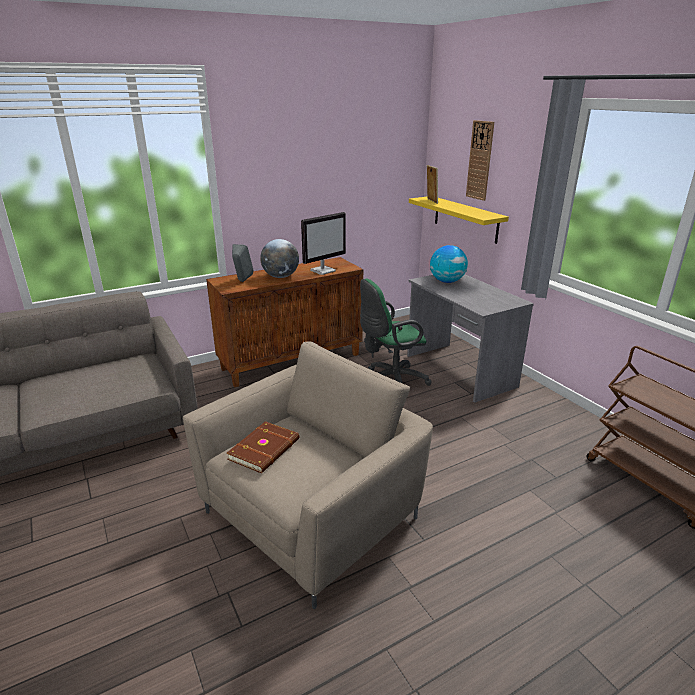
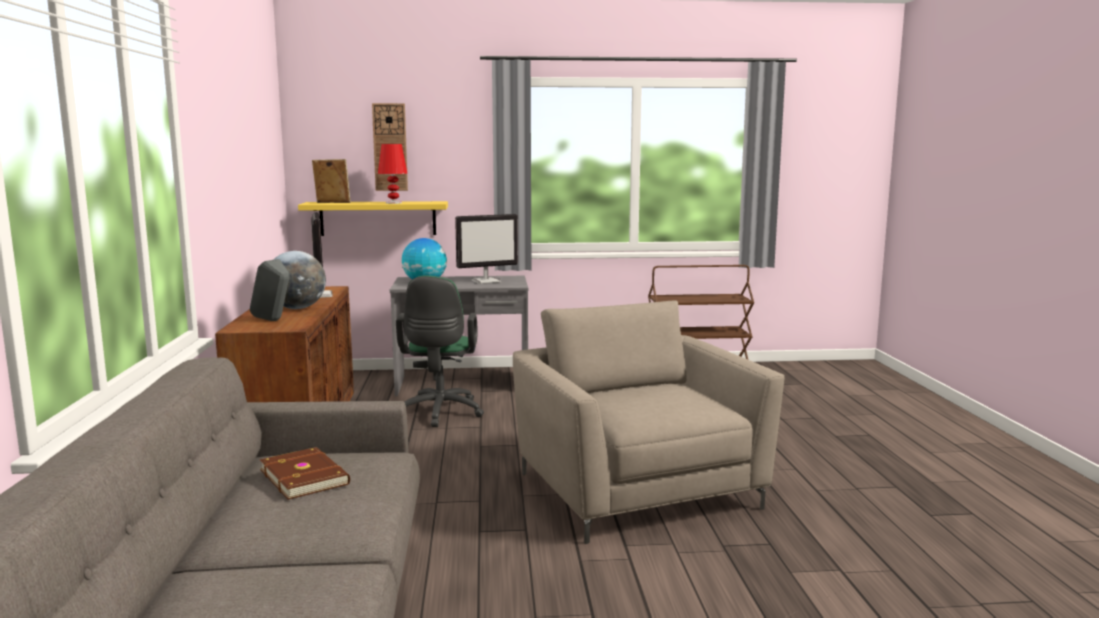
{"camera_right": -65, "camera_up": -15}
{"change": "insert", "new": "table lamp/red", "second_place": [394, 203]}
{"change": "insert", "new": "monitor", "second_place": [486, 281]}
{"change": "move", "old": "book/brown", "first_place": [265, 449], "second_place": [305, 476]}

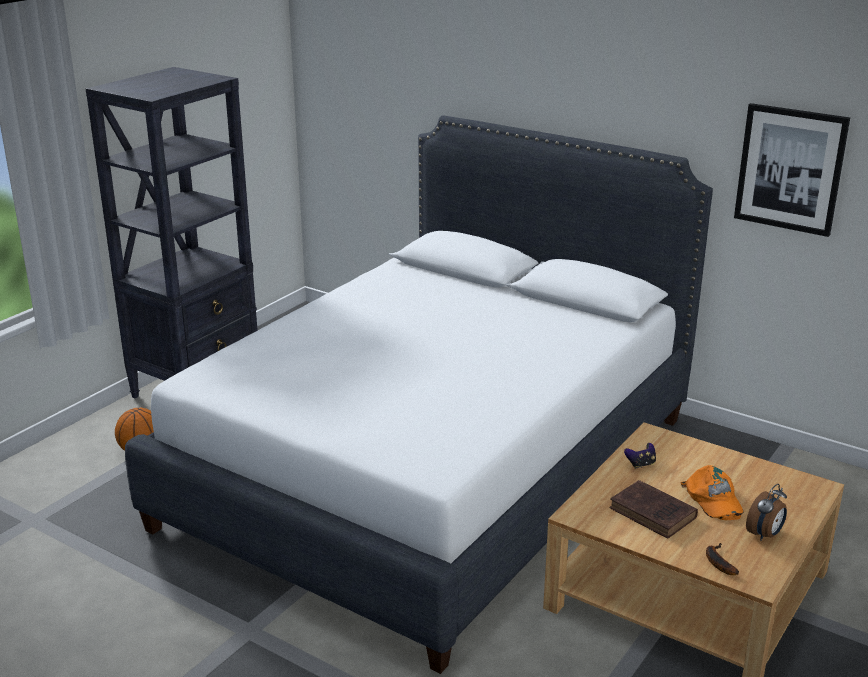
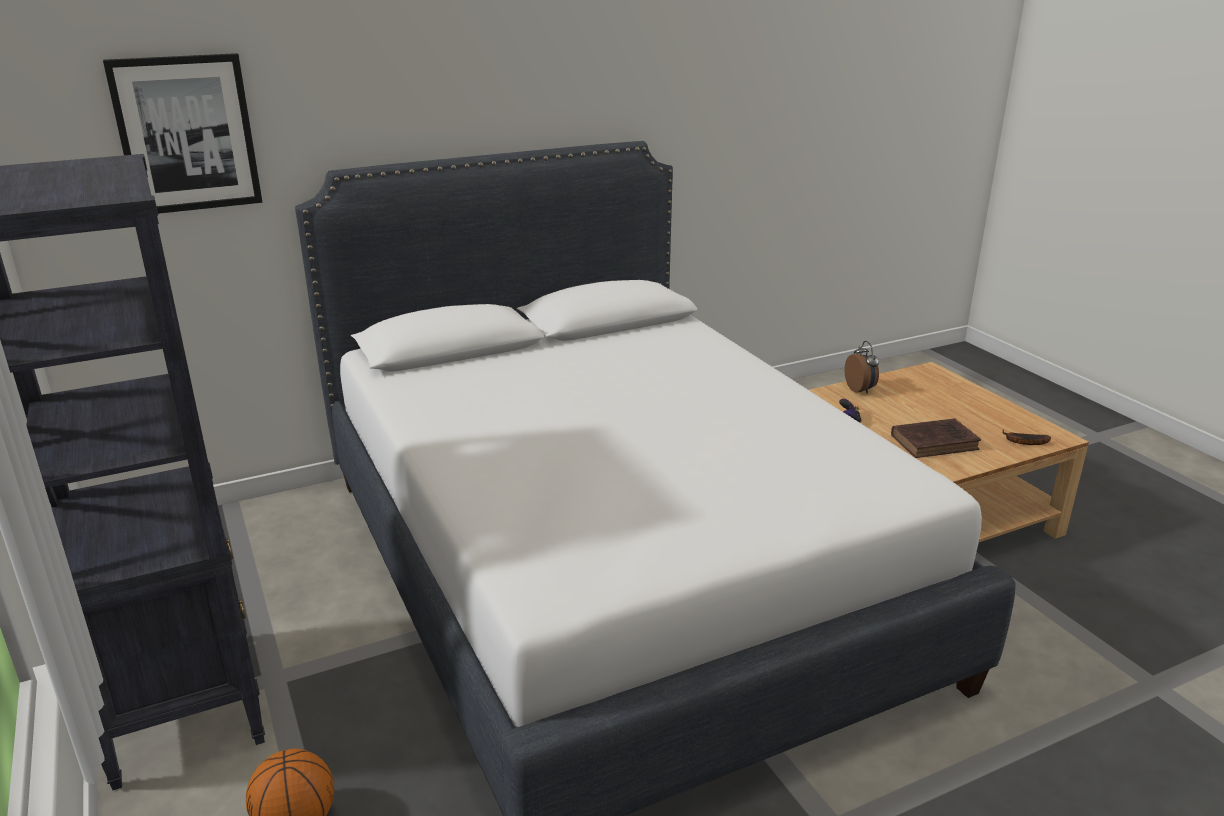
{"camera_right": -60, "camera_up": 0}
{"change": "delete", "old": "cap/orange", "first_place": [713, 499]}
{"change": "move", "old": "picture", "first_place": [790, 169], "second_place": [186, 134]}
{"change": "move", "old": "alarm clock", "first_place": [765, 535], "second_place": [860, 389]}

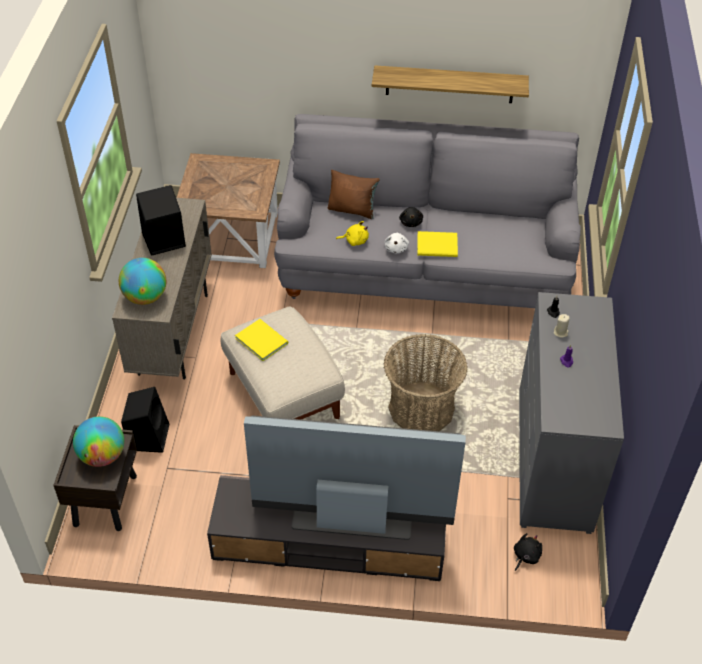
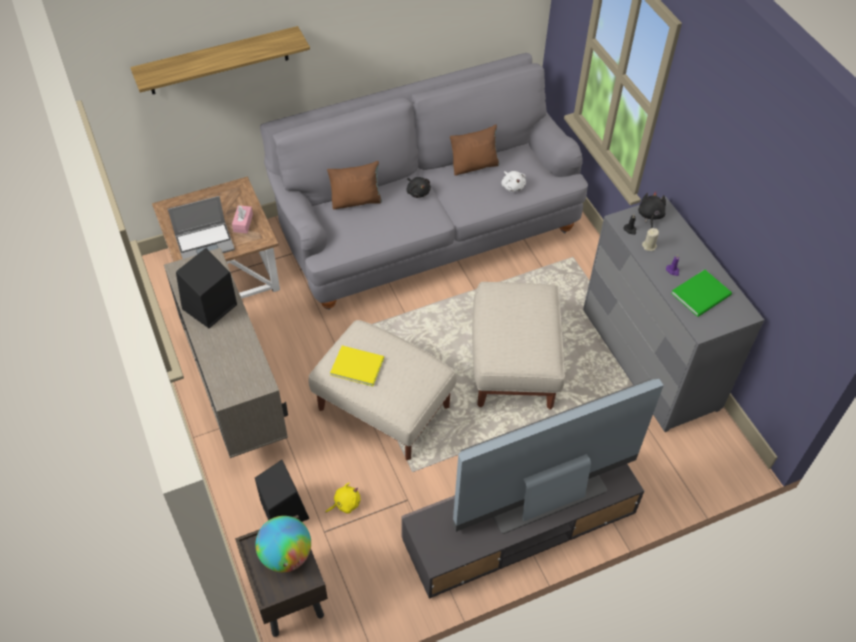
{"camera_right": -30, "camera_up": 5}
{"change": "delete", "old": "globe", "first_place": [145, 297]}
{"change": "delete", "old": "book/yellow", "first_place": [438, 246]}
{"change": "insert", "new": "laptop", "second_place": [205, 243]}
{"change": "insert", "new": "tissue box/pink", "second_place": [243, 223]}
{"change": "insert", "new": "pillow/brown", "second_place": [474, 166]}
{"change": "insert", "new": "book/green", "second_place": [703, 294]}
{"change": "move", "old": "plush toy/yellow", "first_place": [355, 240], "second_place": [345, 503]}
{"change": "move", "old": "shelf", "first_place": [449, 84], "second_place": [218, 61]}
{"change": "move", "old": "plush toy/white", "first_place": [396, 248], "second_place": [512, 186]}
{"change": "move", "old": "plush toy/black", "first_place": [525, 556], "second_place": [650, 216]}
{"change": "replace", "old": "basket", "new": "ottoman/beige", "first_place": [421, 409], "second_place": [513, 364]}

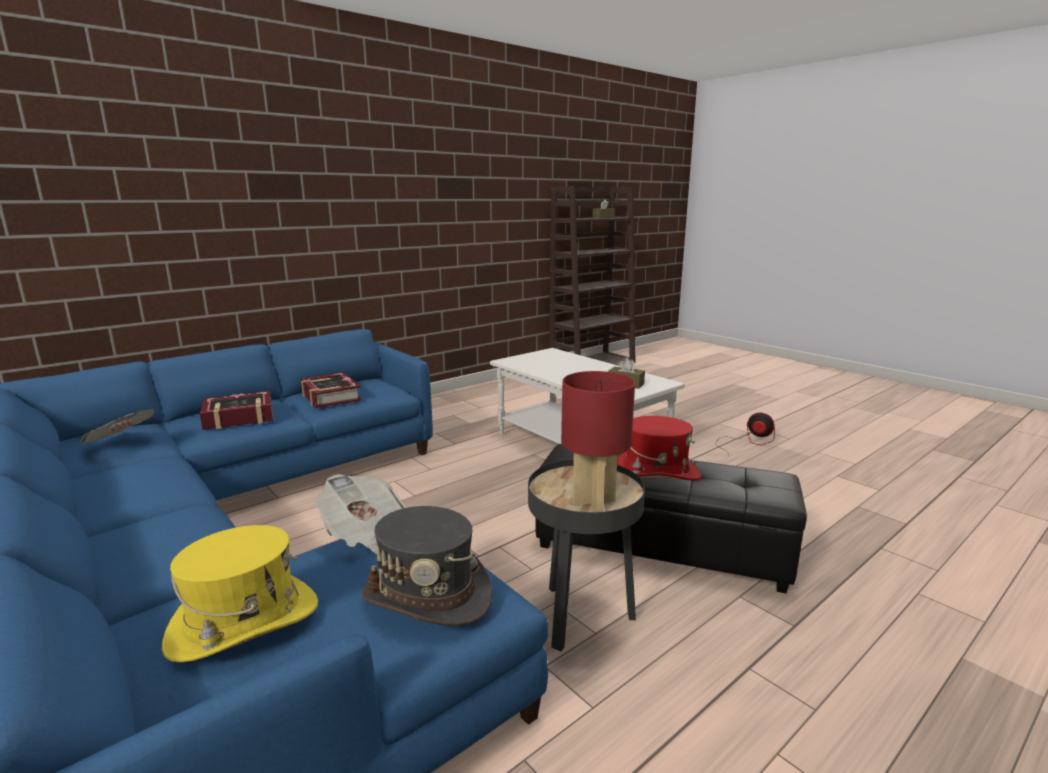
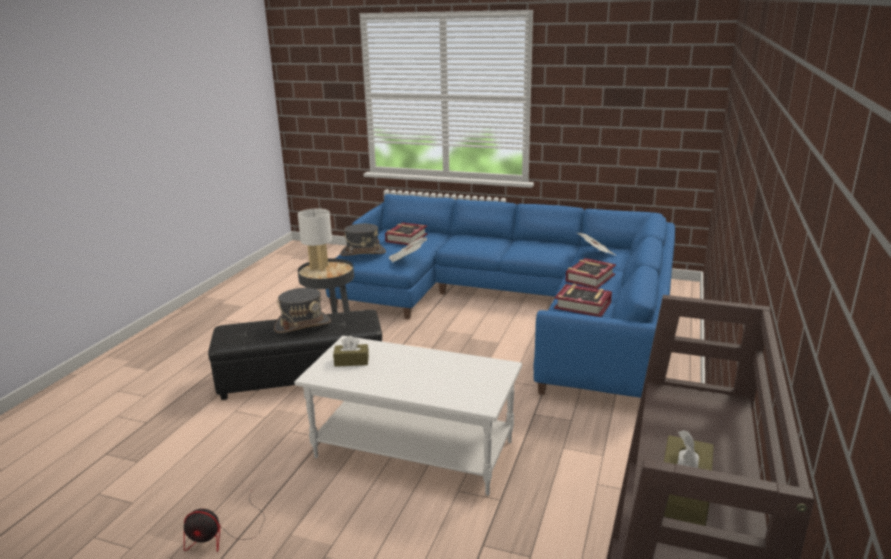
{"camera_right": 150, "camera_up": 5}
{"change": "replace", "old": "hat/yellow", "new": "book", "first_place": [244, 623], "second_place": [406, 238]}
{"change": "recolor", "old": "table lamp/red", "new": "table lamp/white", "first_place": [594, 502], "second_place": [318, 267]}
{"change": "recolor", "old": "hat/red", "new": "hat/grey", "first_place": [655, 473], "second_place": [302, 325]}

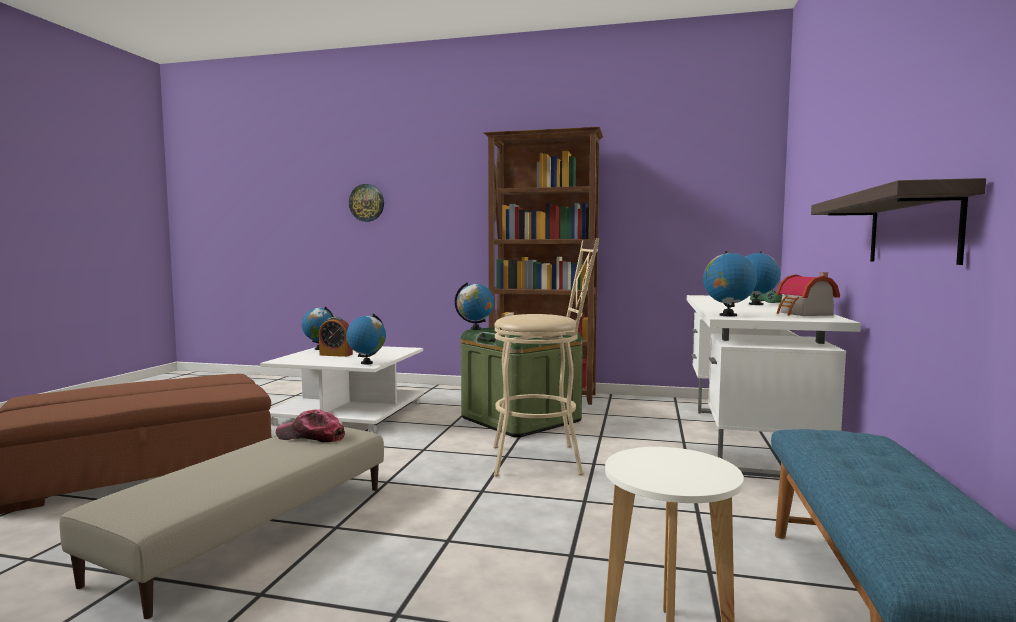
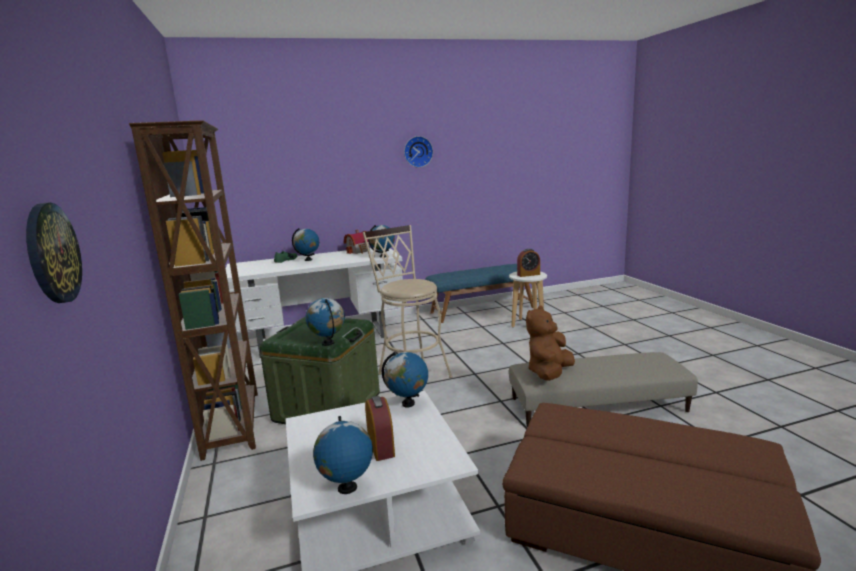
{"camera_right": -120, "camera_up": 10}
{"change": "delete", "old": "shelf", "first_place": [912, 228]}
{"change": "insert", "new": "wall clock", "second_place": [418, 151]}
{"change": "insert", "new": "alarm clock", "second_place": [528, 274]}
{"change": "replace", "old": "cap", "new": "plush toy/brown", "first_place": [311, 437], "second_place": [549, 373]}

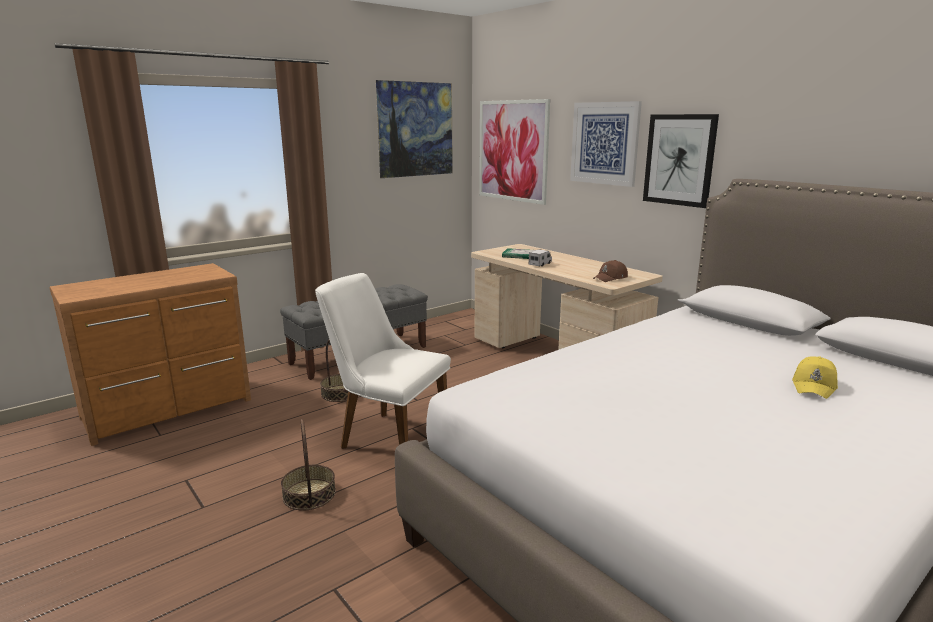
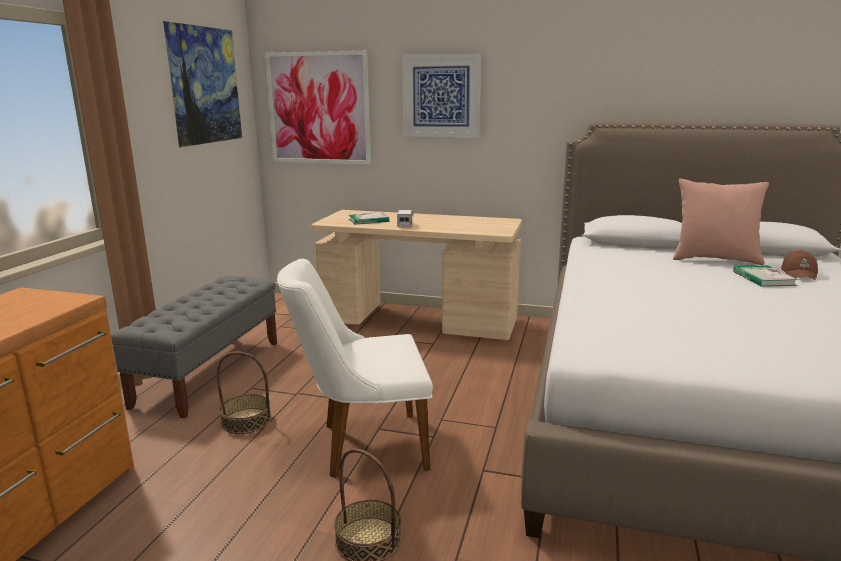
{"camera_right": -35, "camera_up": 0}
{"change": "delete", "old": "picture", "first_place": [679, 160]}
{"change": "insert", "new": "pillow/pink", "second_place": [714, 259]}
{"change": "move", "old": "cap/brown", "first_place": [611, 278], "second_place": [799, 273]}
{"change": "replace", "old": "cap/yellow", "new": "book", "first_place": [814, 386], "second_place": [763, 278]}

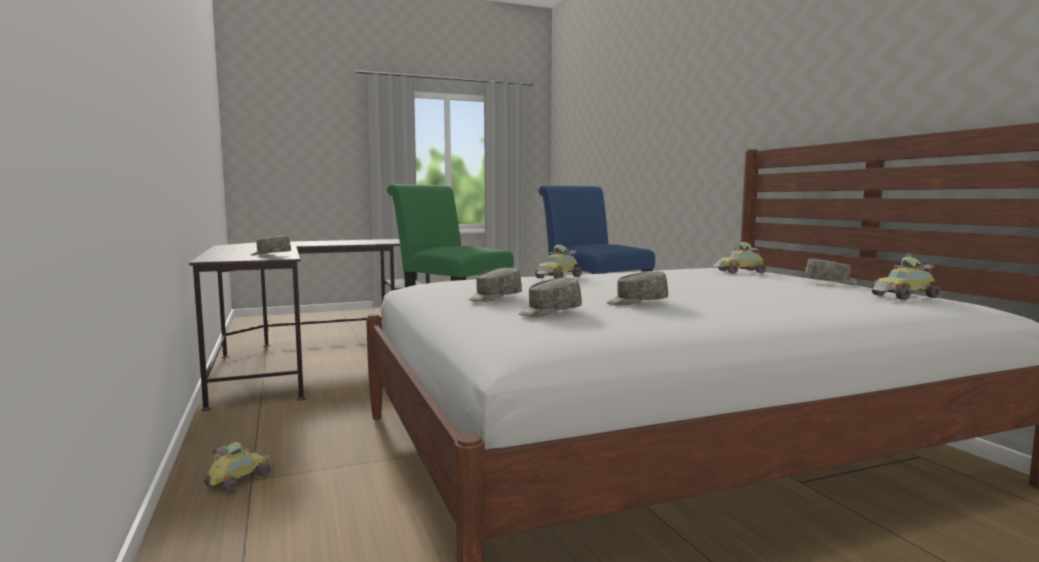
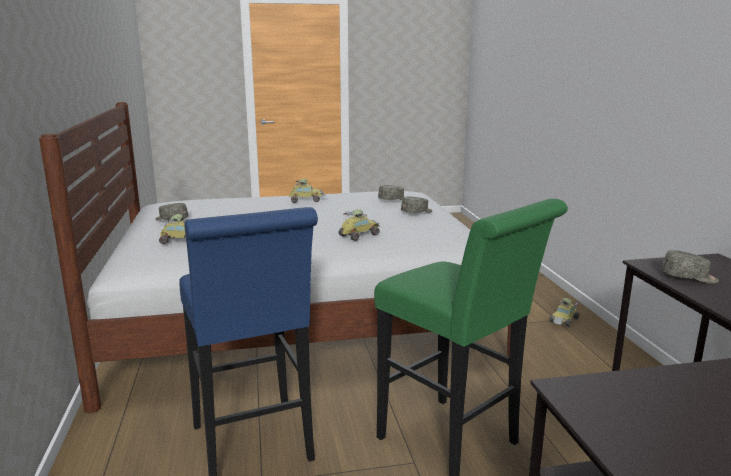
{"camera_right": -170, "camera_up": 10}
{"change": "delete", "old": "cap/grey", "first_place": [636, 302]}
{"change": "move", "old": "toy car", "first_place": [904, 296], "second_place": [306, 200]}

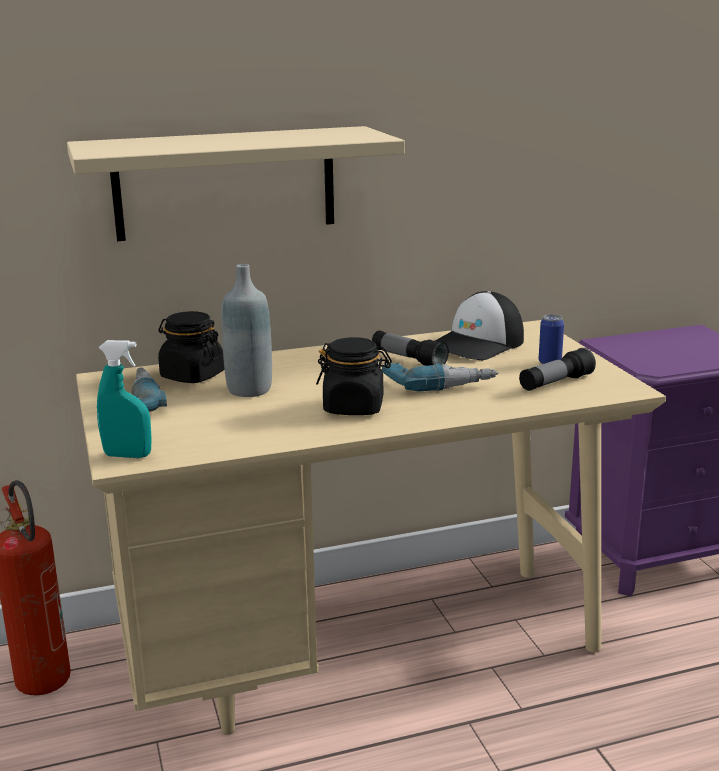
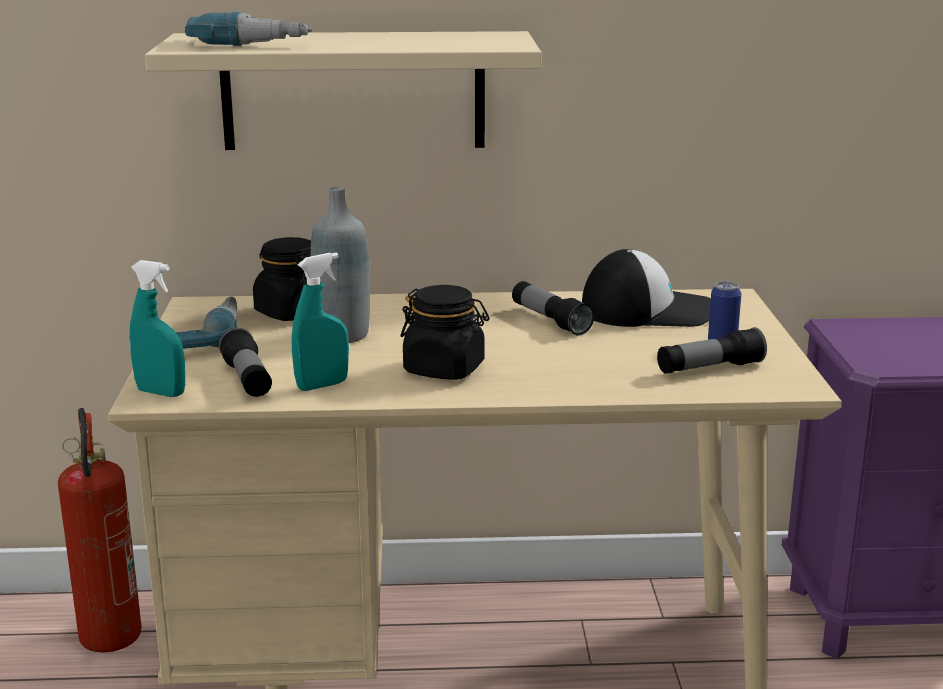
{"camera_right": 15, "camera_up": 0}
{"change": "insert", "new": "flashlight", "second_place": [247, 380]}
{"change": "insert", "new": "spray bottle/turquoise", "second_place": [322, 385]}
{"change": "move", "old": "power drill", "first_place": [438, 383], "second_place": [249, 42]}
{"change": "rotate", "old": "cap", "first_place": [477, 344], "second_place": [648, 310], "degrees": -150}

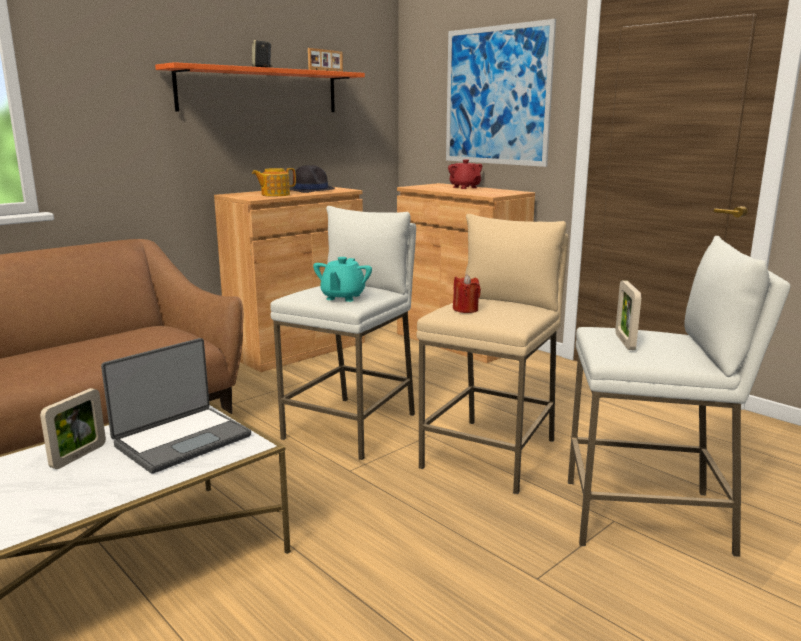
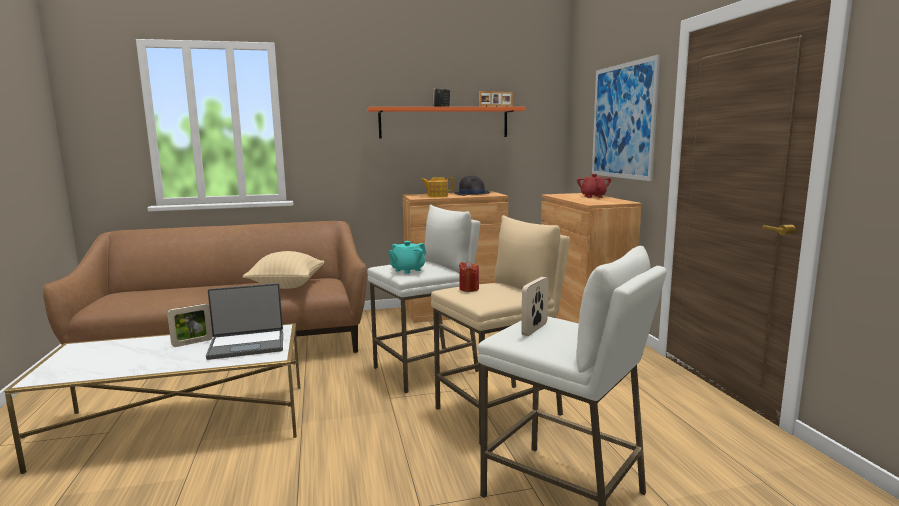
{"camera_right": 30, "camera_up": -5}
{"change": "insert", "new": "pillow/beige", "second_place": [287, 286]}

